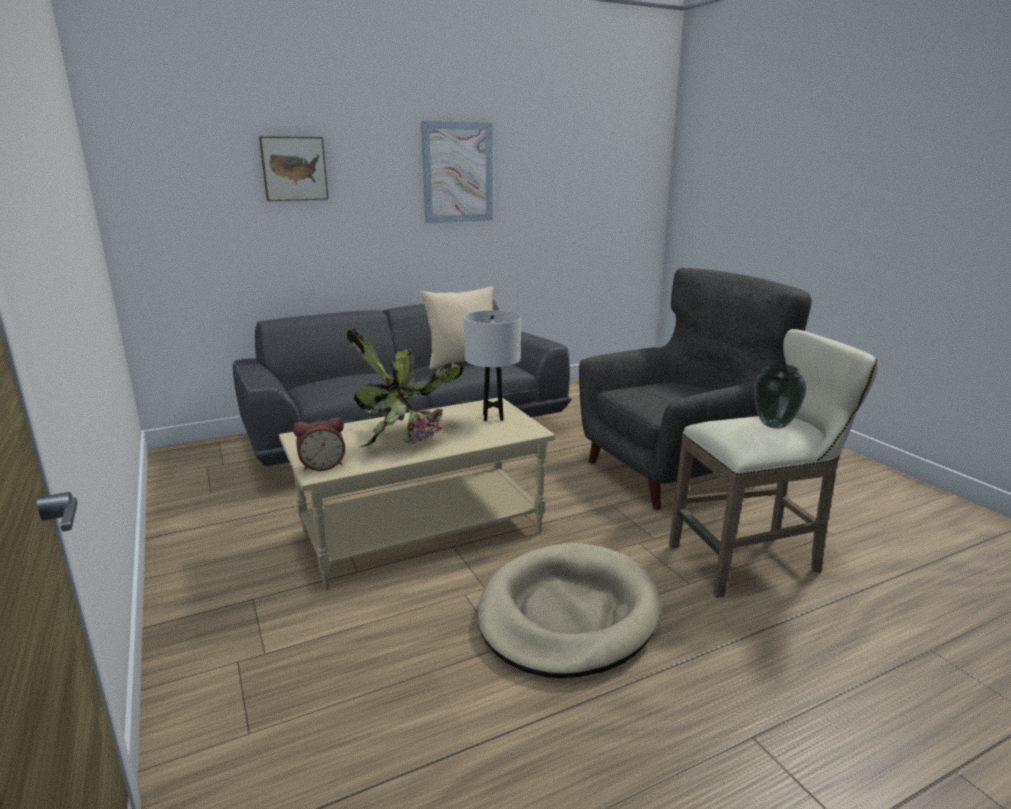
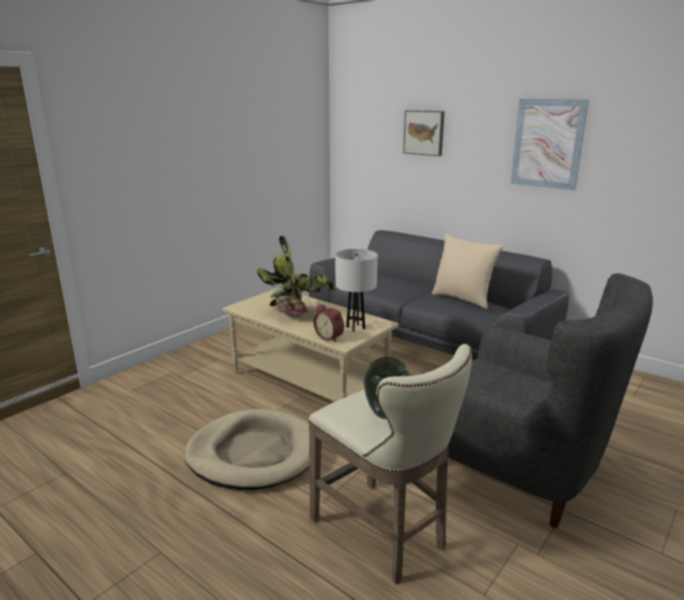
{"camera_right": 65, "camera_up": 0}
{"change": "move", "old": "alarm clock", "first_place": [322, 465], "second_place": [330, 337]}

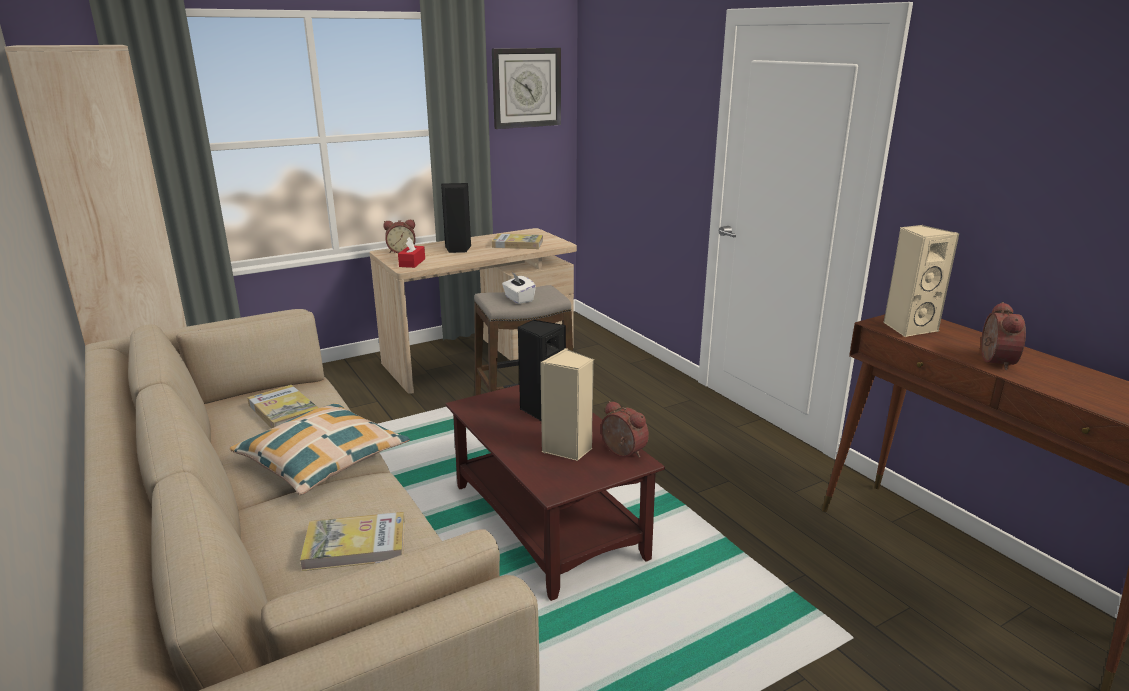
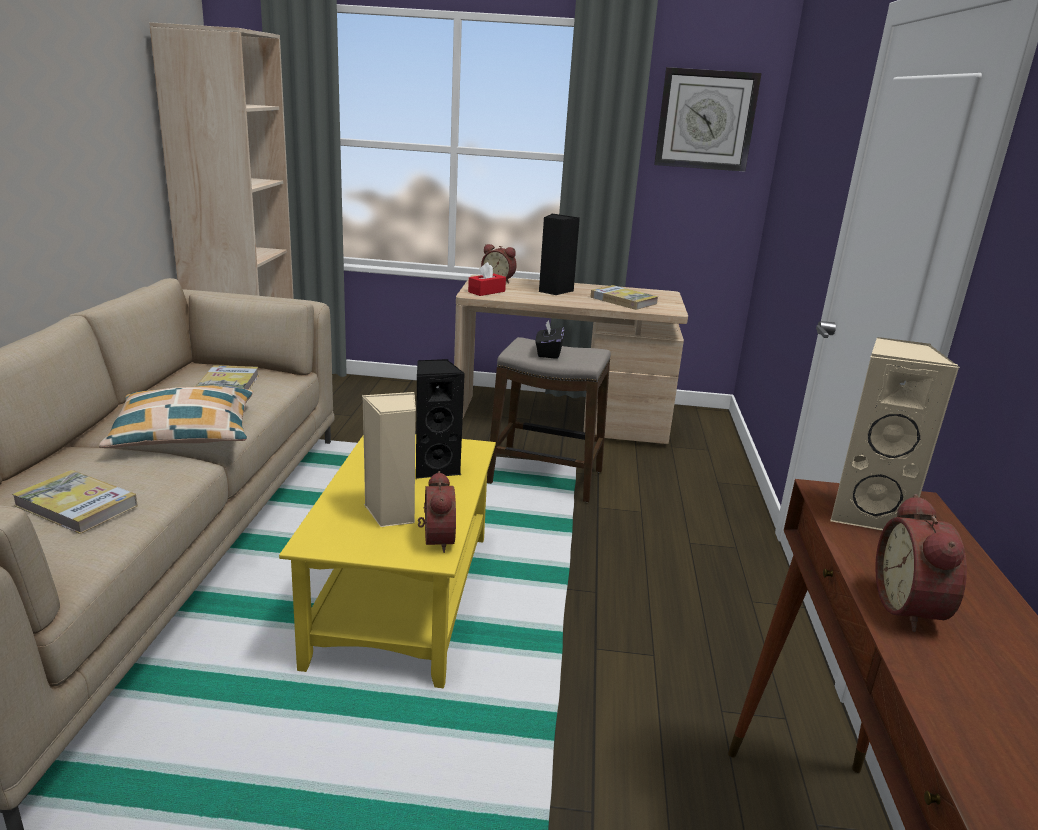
{"camera_right": 35, "camera_up": 0}
{"change": "recolor", "old": "coffee table/brown", "new": "coffee table/yellow", "first_place": [545, 520], "second_place": [402, 595]}
{"change": "recolor", "old": "tissue box/white", "new": "tissue box/black", "first_place": [518, 299], "second_place": [548, 353]}
{"change": "rotate", "old": "alarm clock", "first_place": [993, 361], "second_place": [912, 609], "degrees": 135}

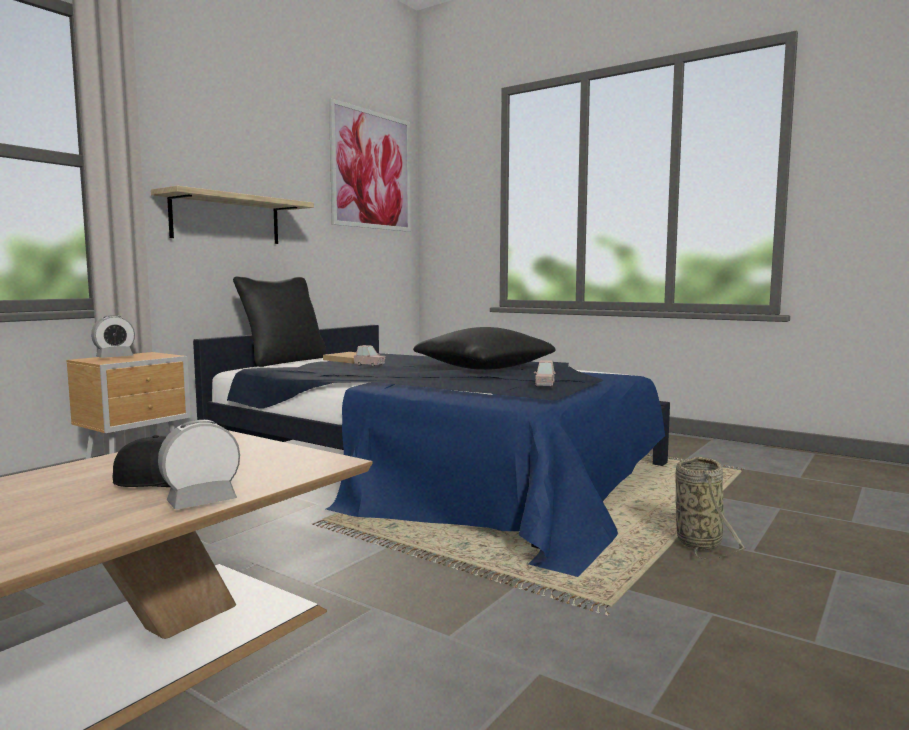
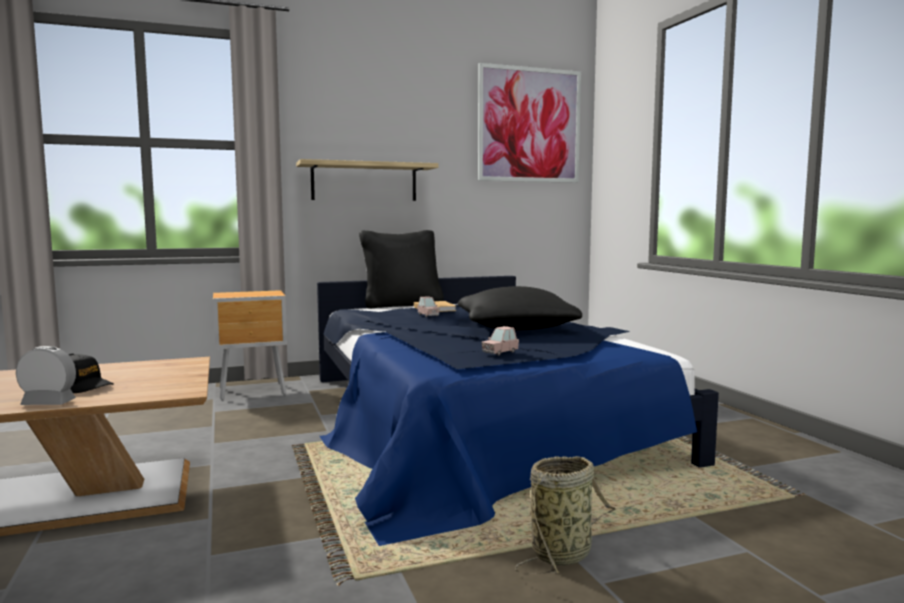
{"camera_right": 35, "camera_up": 0}
{"change": "delete", "old": "alarm clock", "first_place": [114, 357]}

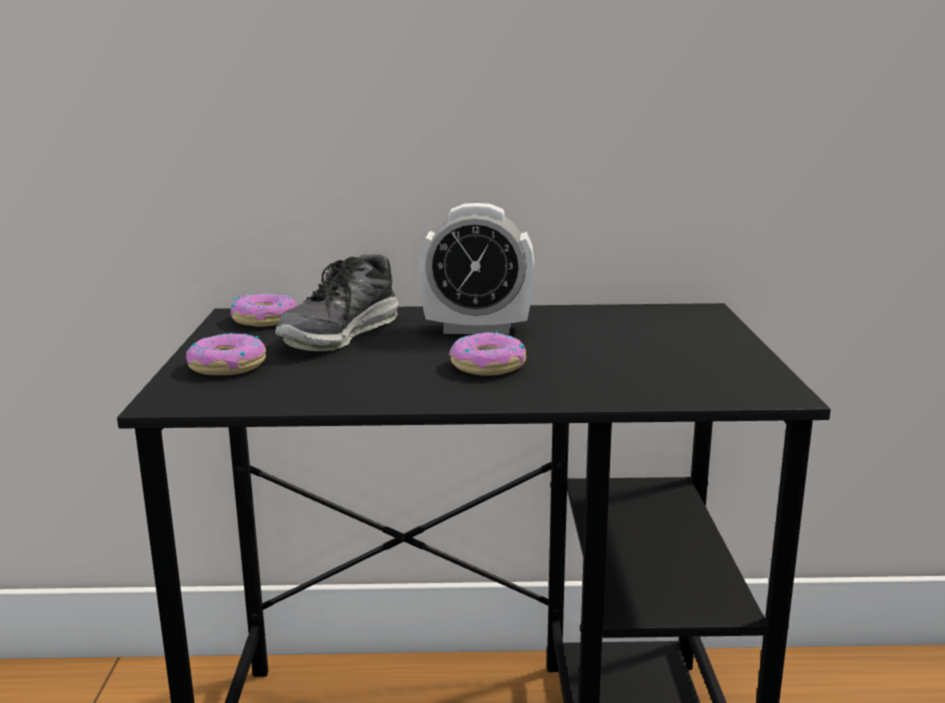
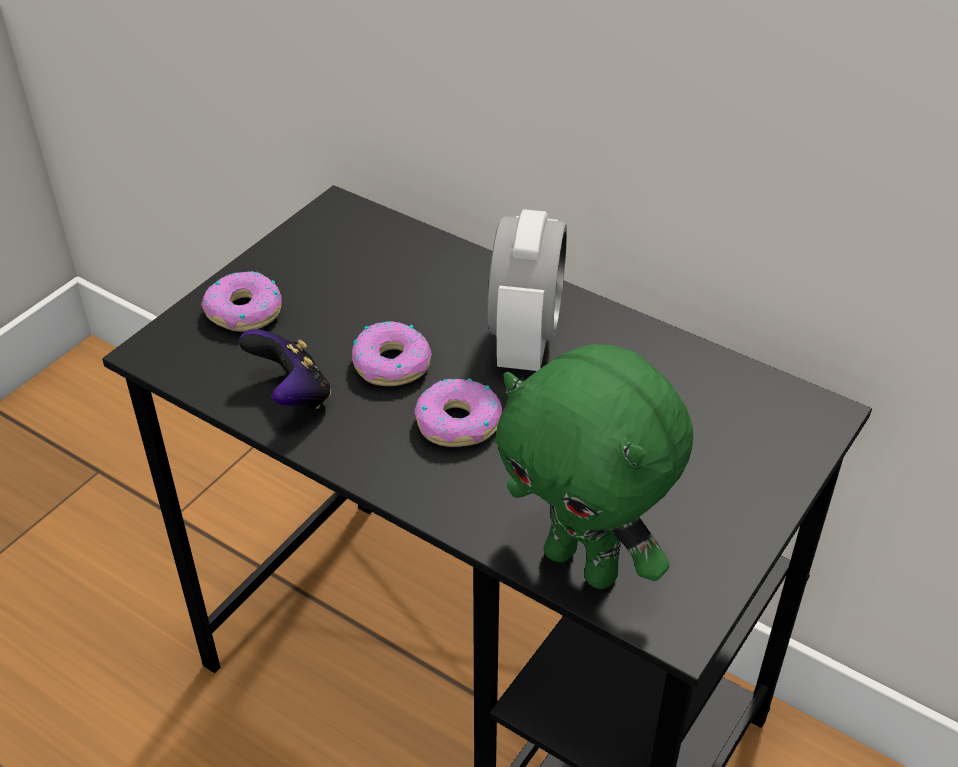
{"camera_right": 35, "camera_up": 25}
{"change": "delete", "old": "shoe", "first_place": [341, 333]}
{"change": "insert", "new": "game controller", "second_place": [292, 394]}
{"change": "insert", "new": "plush toy/green", "second_place": [584, 563]}
{"change": "move", "old": "donut", "first_place": [264, 319], "second_place": [392, 363]}
{"change": "rotate", "old": "alarm clock", "first_place": [477, 329], "second_place": [525, 342], "degrees": -120}

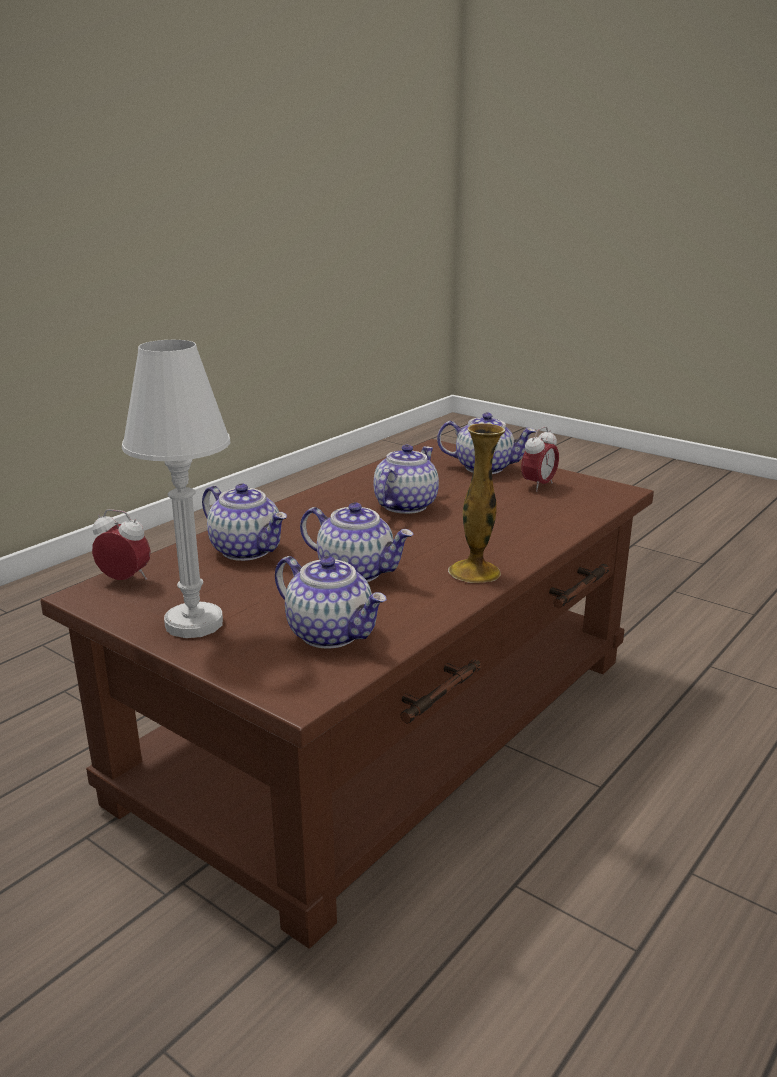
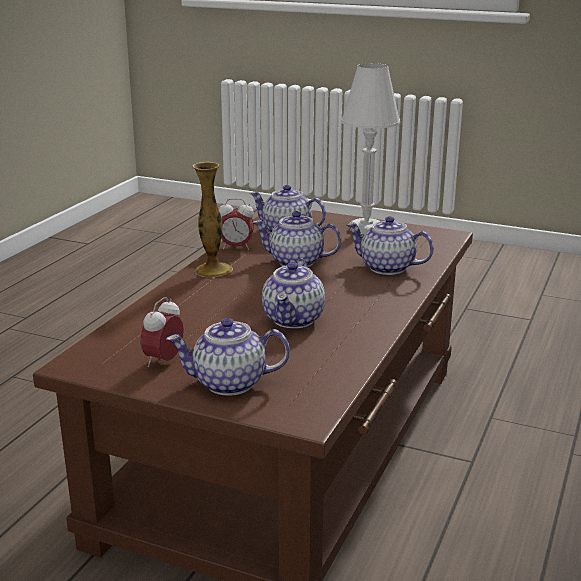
{"camera_right": 165, "camera_up": 0}
{"change": "move", "old": "alarm clock", "first_place": [125, 580], "second_place": [236, 247]}

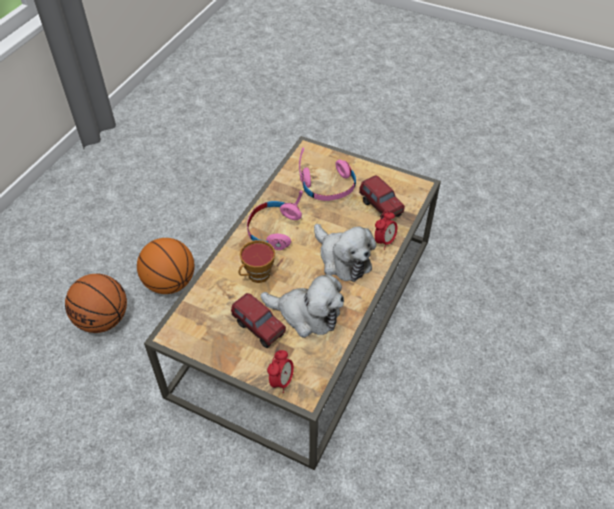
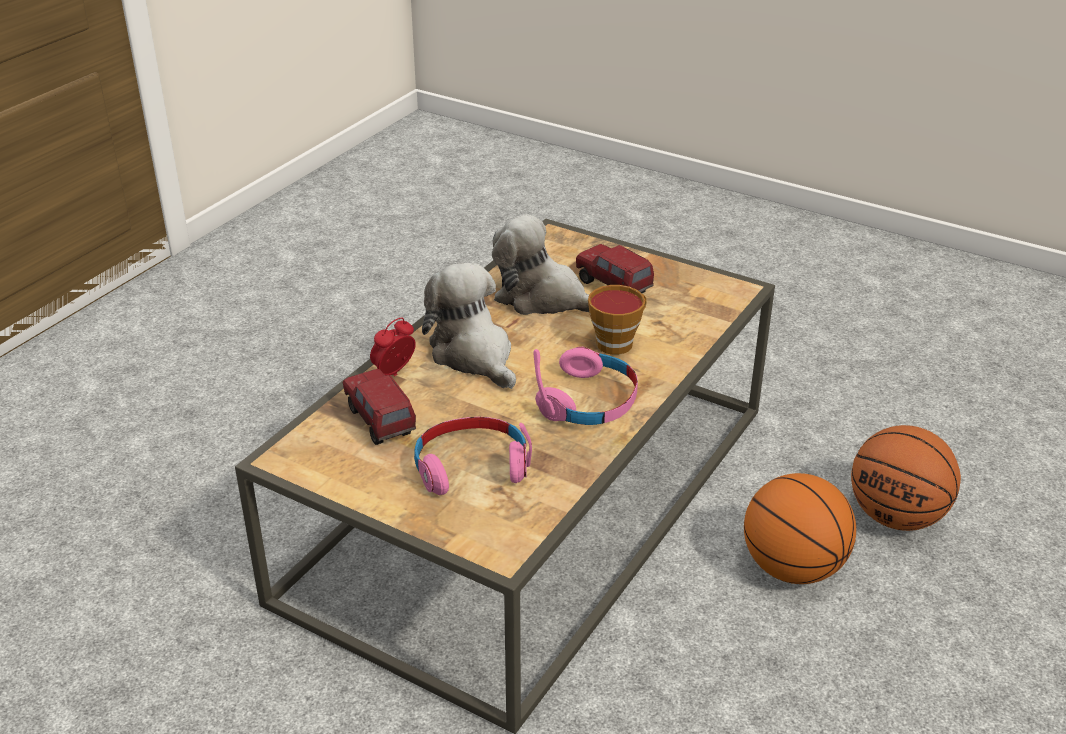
{"camera_right": -175, "camera_up": -15}
{"change": "delete", "old": "alarm clock", "first_place": [281, 381]}

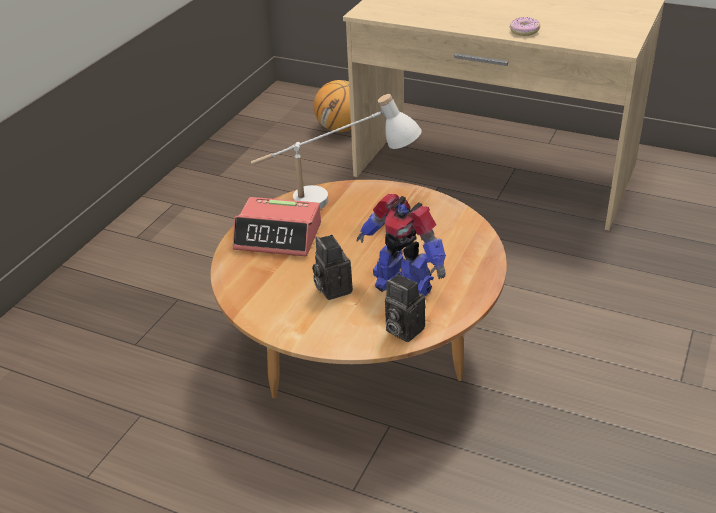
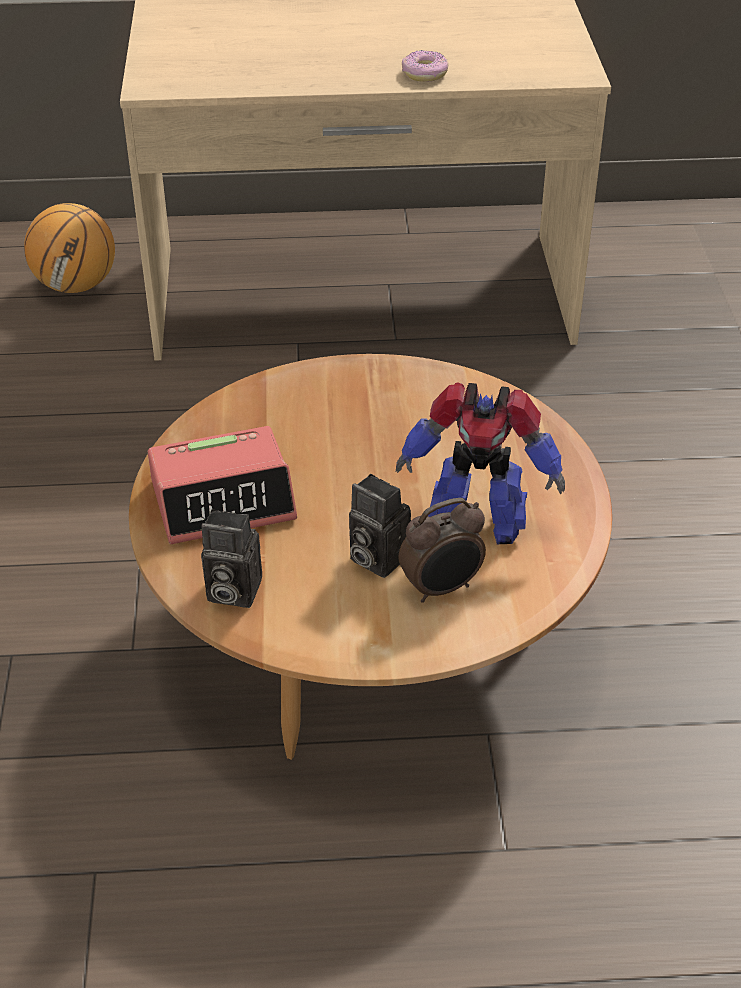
{"camera_right": -30, "camera_up": 5}
{"change": "delete", "old": "table lamp/white", "first_place": [337, 202]}
{"change": "insert", "new": "alarm clock", "second_place": [442, 588]}
{"change": "move", "old": "photo camera", "first_place": [402, 329], "second_place": [230, 591]}

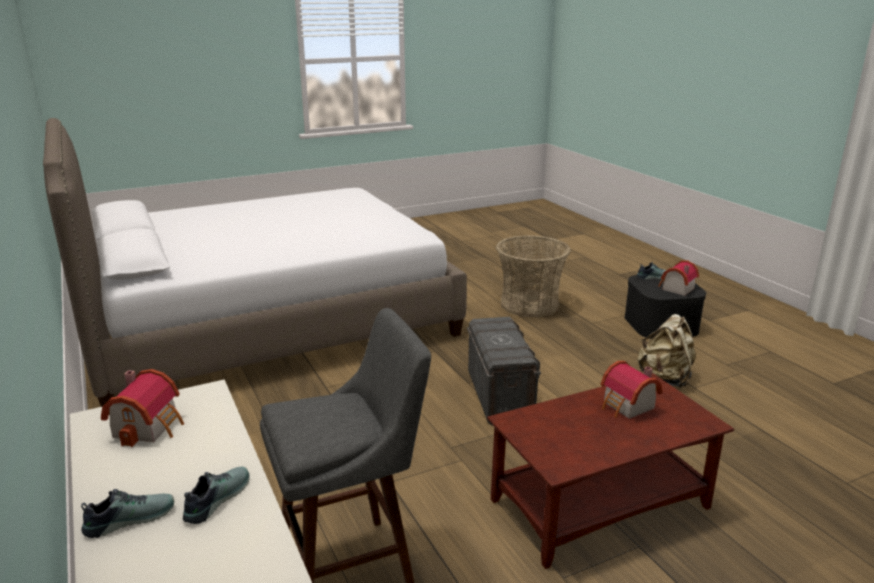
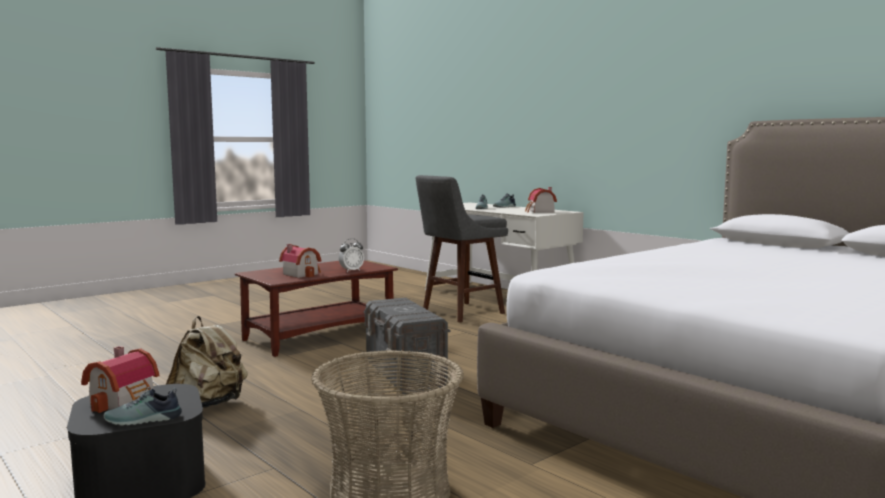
{"camera_right": 165, "camera_up": -15}
{"change": "insert", "new": "alarm clock", "second_place": [351, 271]}

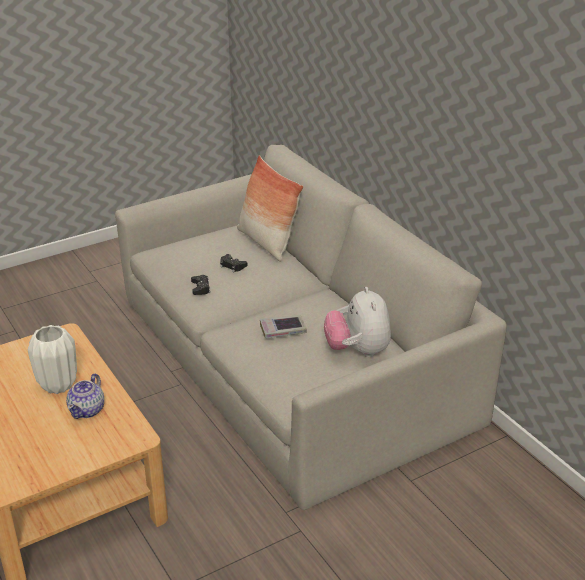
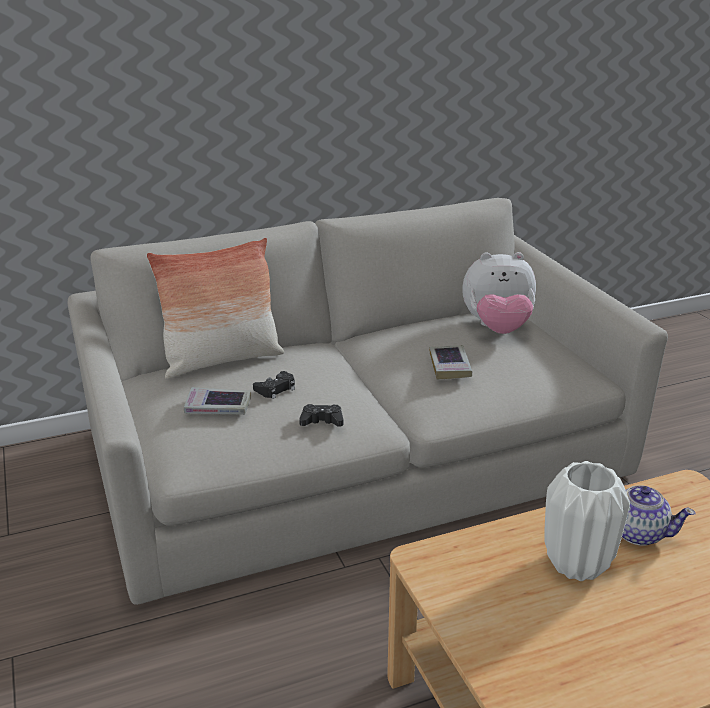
{"camera_right": -80, "camera_up": -5}
{"change": "insert", "new": "book", "second_place": [218, 407]}

